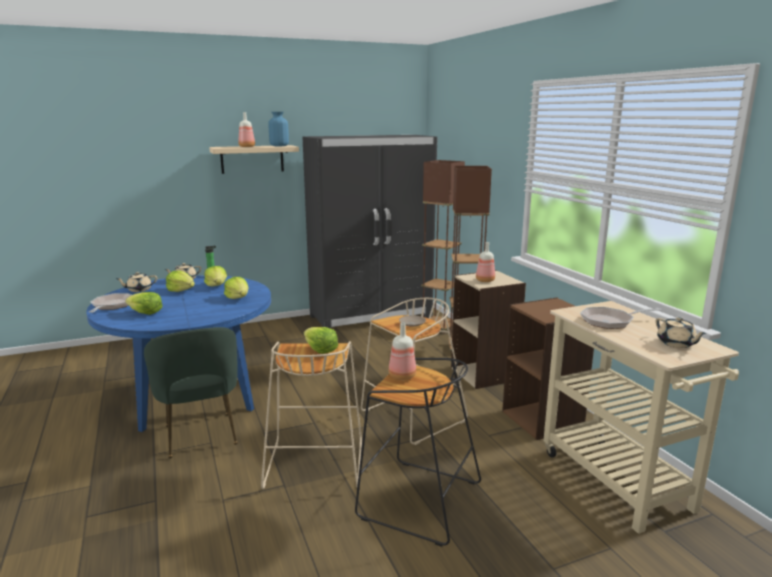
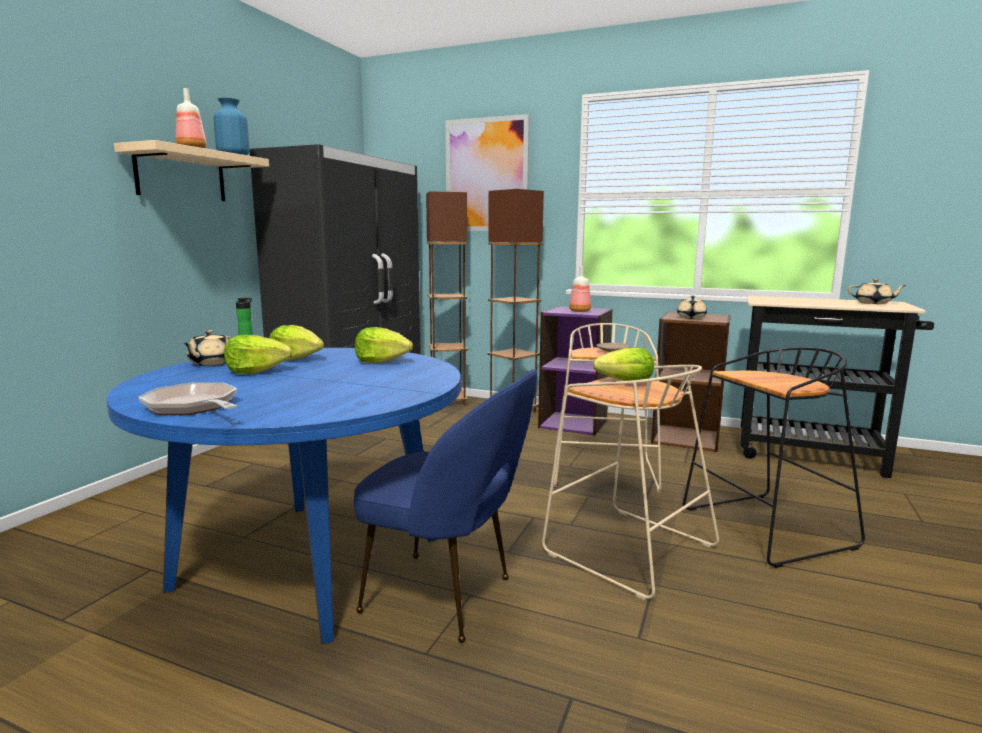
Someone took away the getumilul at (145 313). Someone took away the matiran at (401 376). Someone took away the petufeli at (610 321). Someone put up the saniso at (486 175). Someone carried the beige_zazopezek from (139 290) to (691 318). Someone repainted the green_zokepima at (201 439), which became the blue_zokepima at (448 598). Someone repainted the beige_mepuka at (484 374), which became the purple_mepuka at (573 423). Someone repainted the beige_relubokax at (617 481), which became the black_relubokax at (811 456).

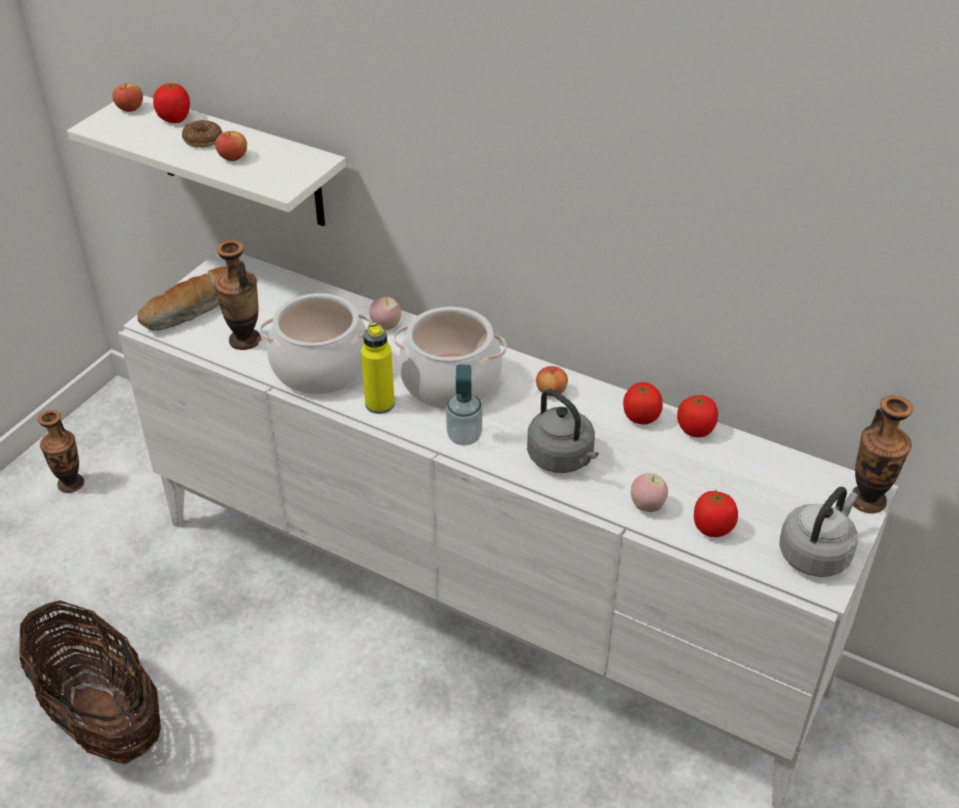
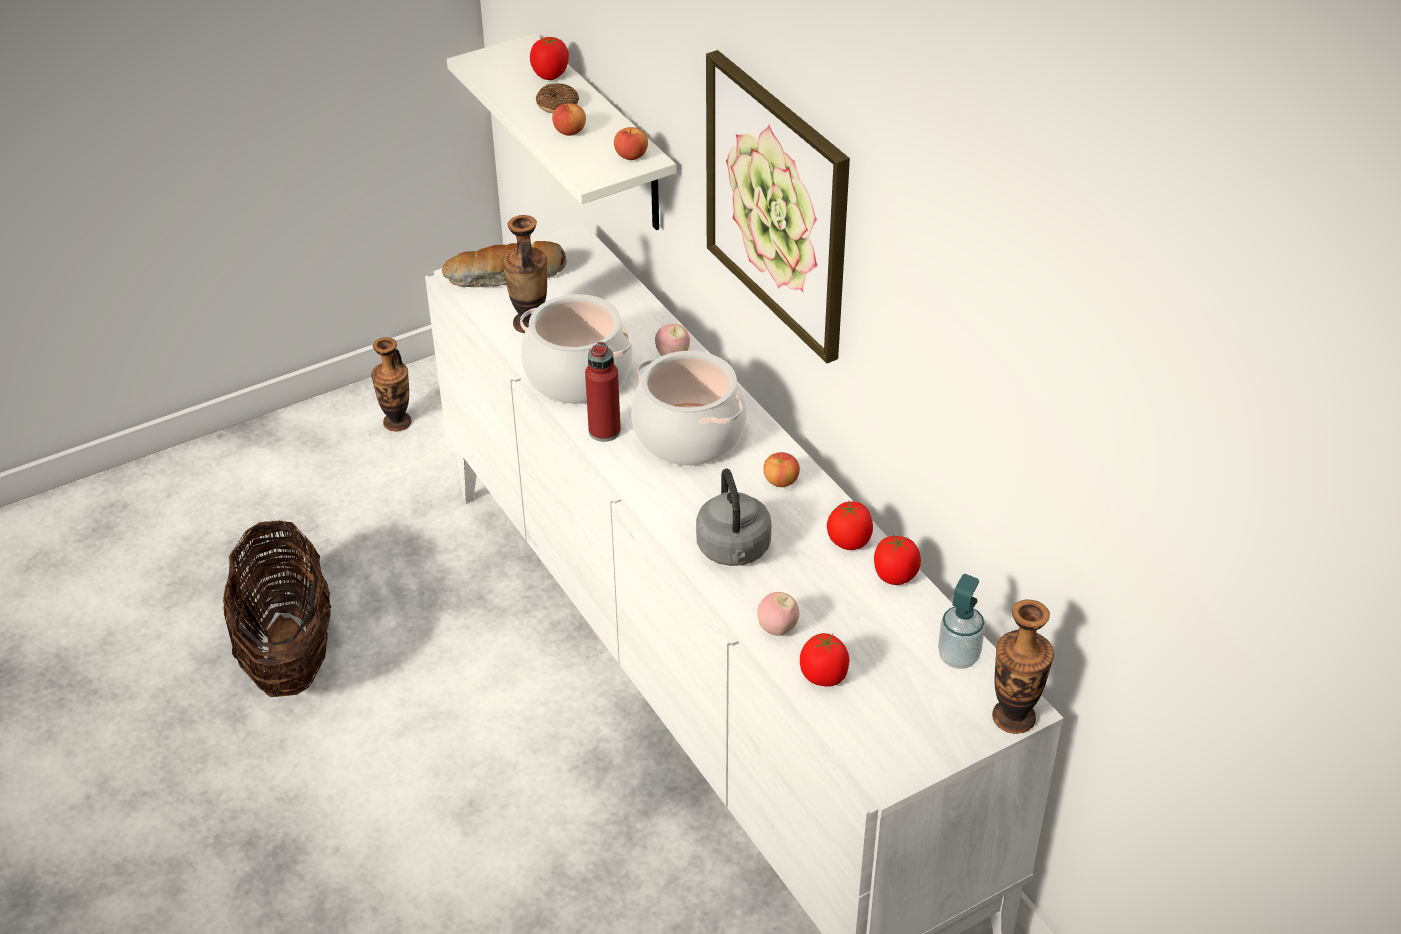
Someone took away the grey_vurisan at (816 553). Someone put up the saniso at (778 204). Someone carried the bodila from (130 108) to (631 156). Someone carried the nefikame from (464 436) to (958 657). Someone repainted the yellow_matiran at (380 404), which became the red_matiran at (604 431).

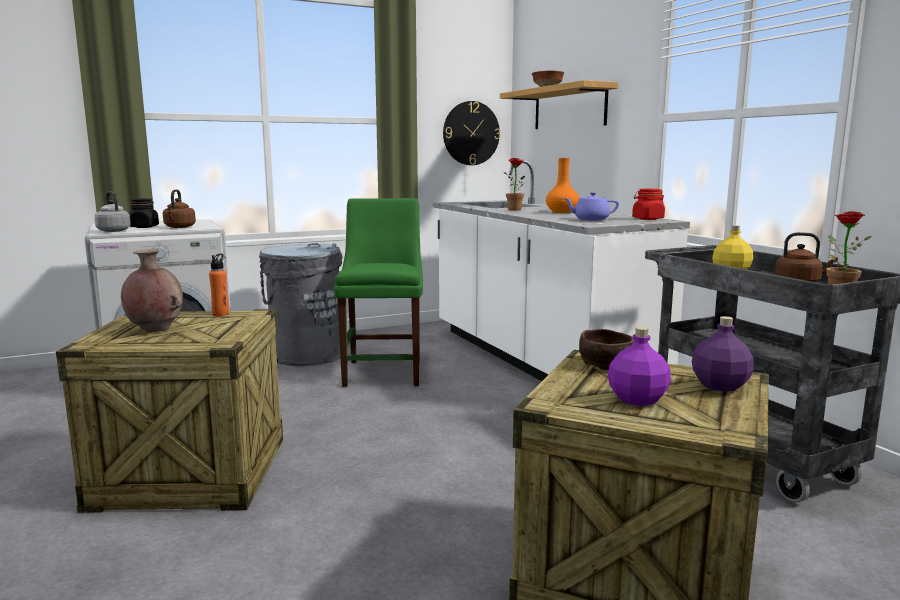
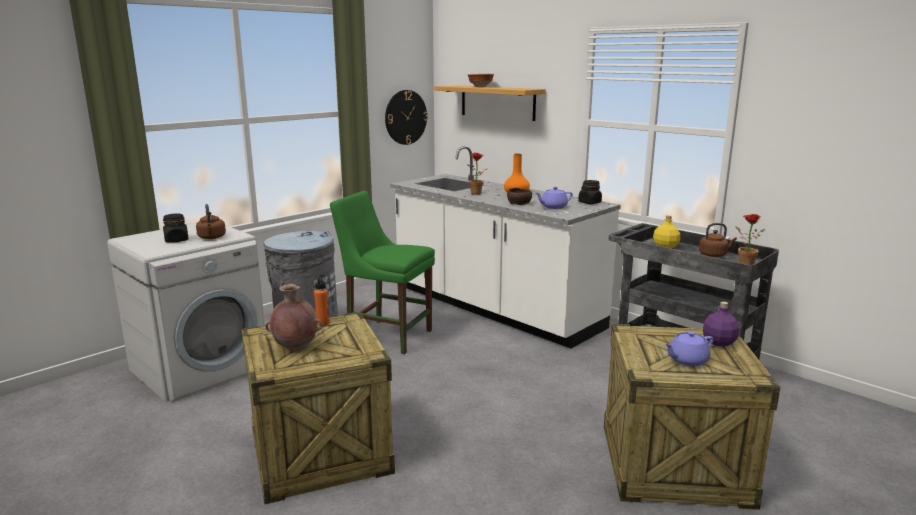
Someone took away the grey_vurisan at (113 230). Someone carried the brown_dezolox from (607 364) to (519 203). Someone swapped the purple_matiran at (638 400) for the purple_zazopezek at (687 360). Someone repainted the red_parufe at (647 219), which became the black_parufe at (589 202). Someone rotated the green_zokepima at (384 371) by 45 degrees counterclockwise.

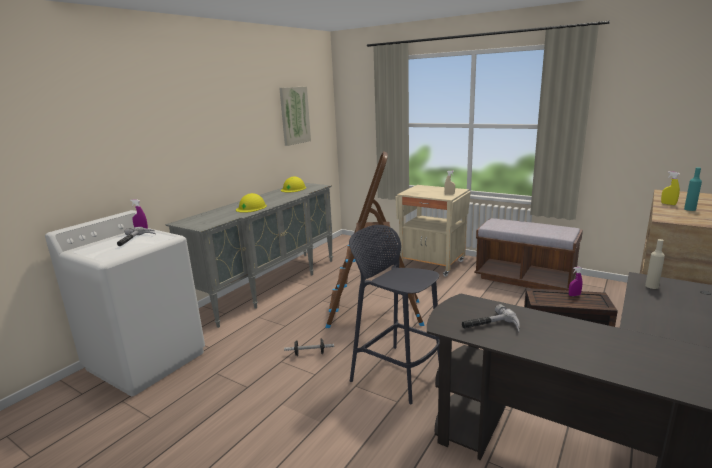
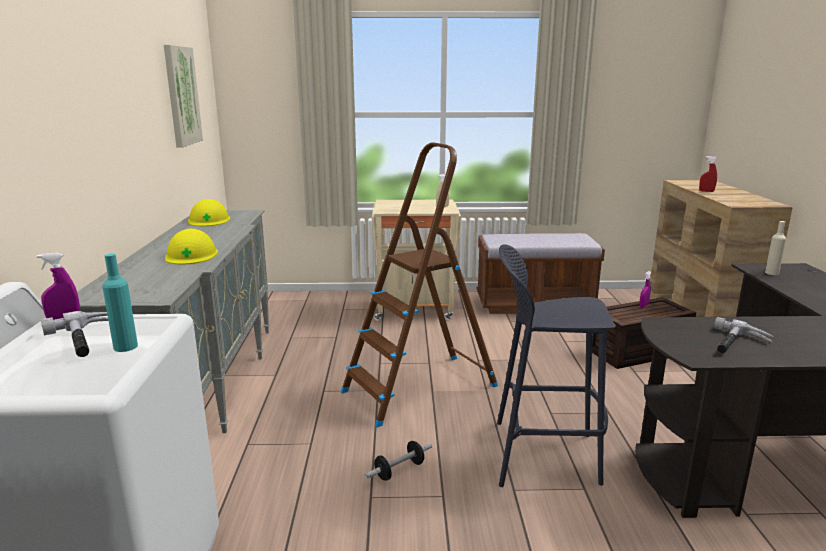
Someone carried the turquoise_matiran from (690 209) to (125 347). Someone repainted the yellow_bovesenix at (668 204), which became the red_bovesenix at (706 191).

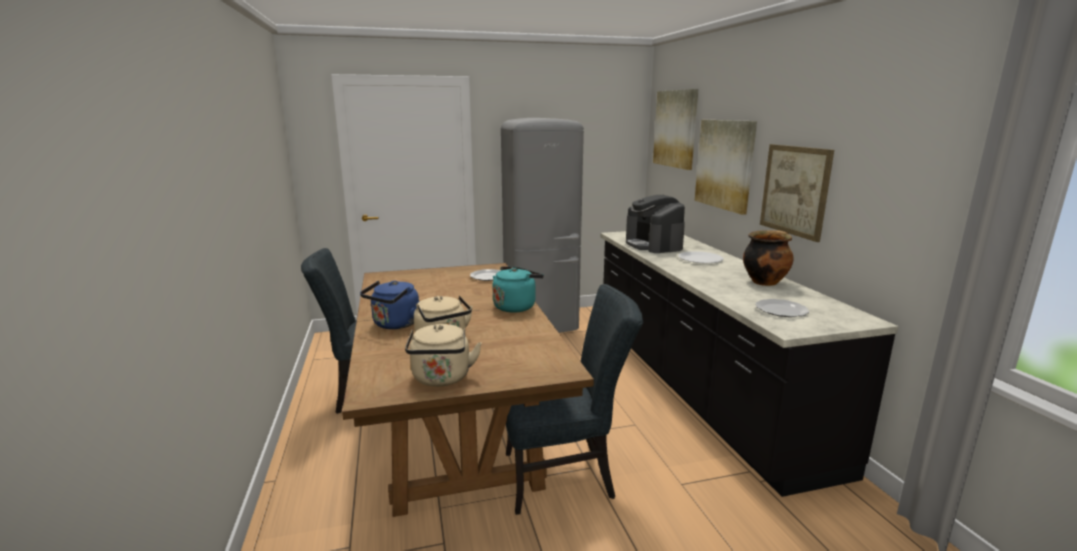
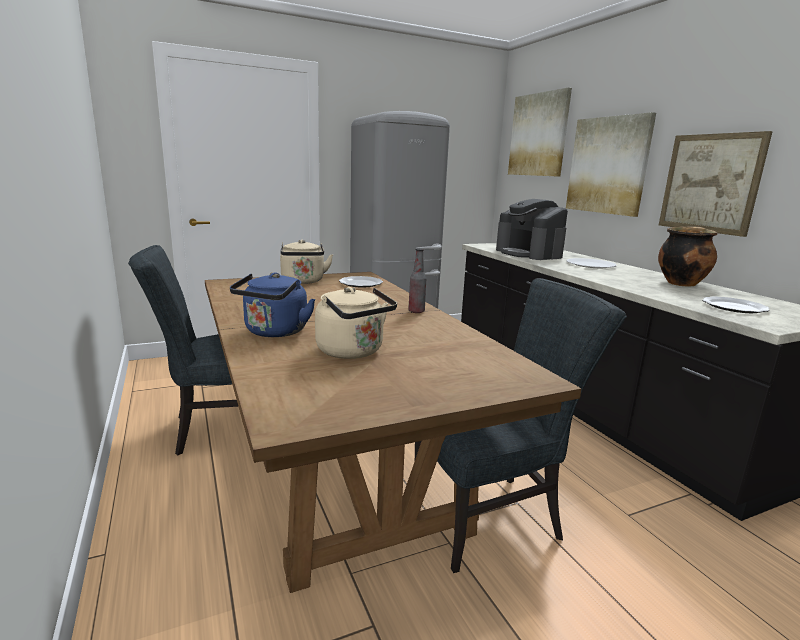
Someone carried the beige_vurisan from (441 379) to (303 281). Someone swapped the turquoise_vurisan at (516 306) for the matiran at (416 311).

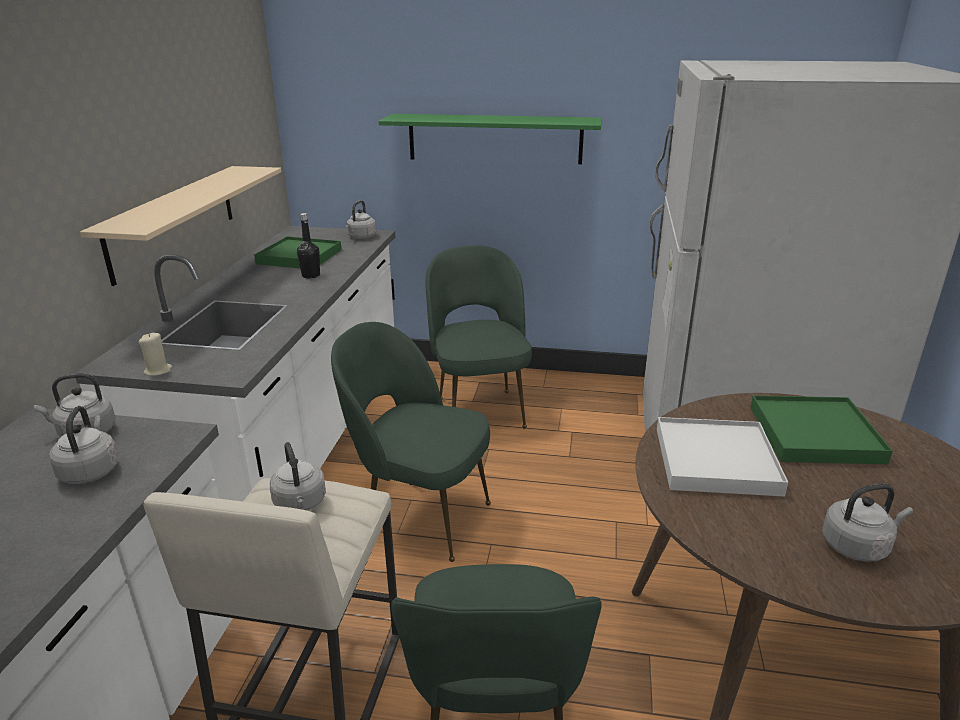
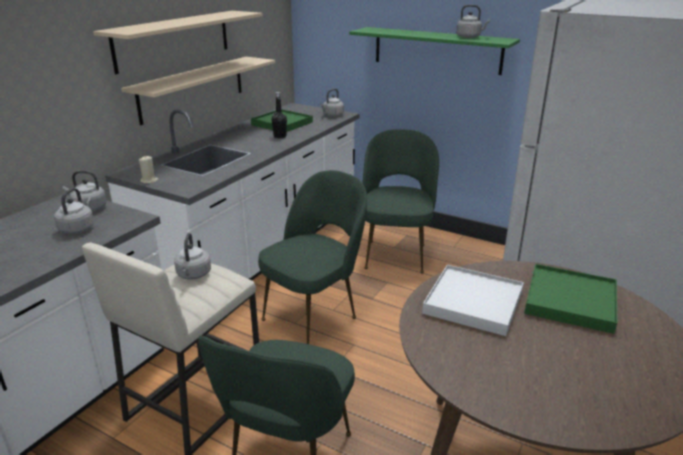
Someone put up the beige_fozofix at (173 40). Someone carried the grey_vurisan from (857 546) to (469 37). Someone rotated the green_zokepima at (420 516) by 90 degrees clockwise.

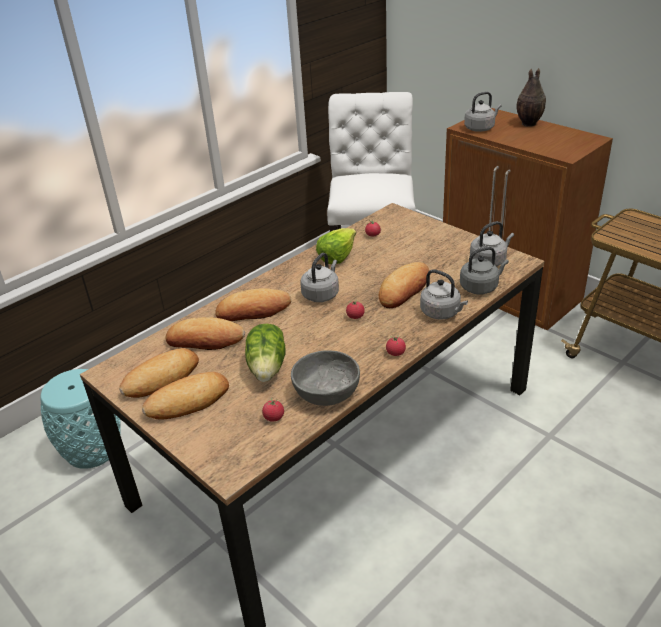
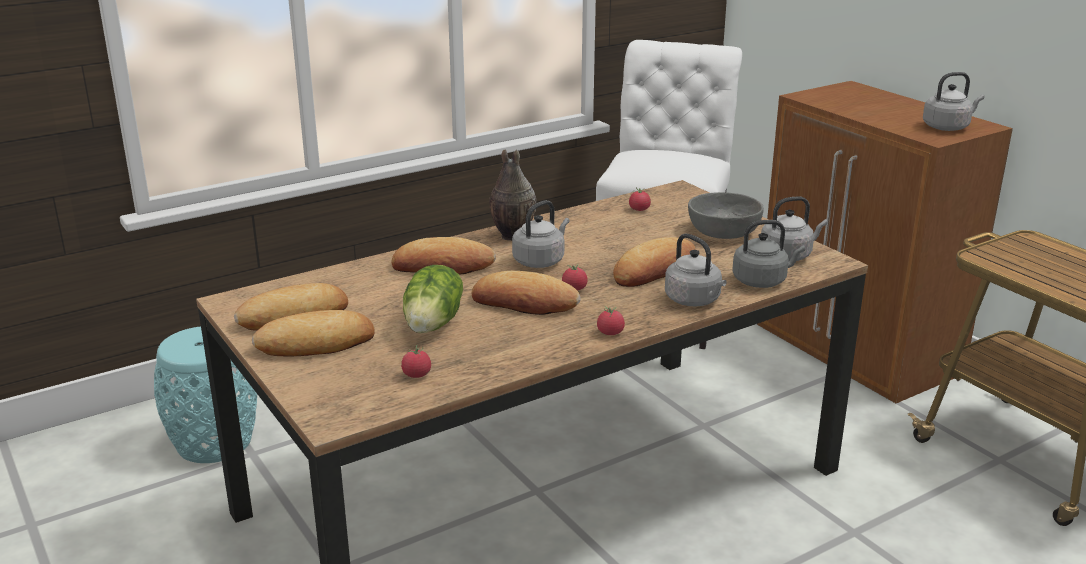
Someone took away the getumilul at (337 256). Someone carried the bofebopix from (205 340) to (524 302). Someone carried the grey_dezolox from (326 391) to (723 232). Someone carried the grey_vurisan from (480 128) to (947 127). Someone carried the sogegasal from (528 124) to (511 236).

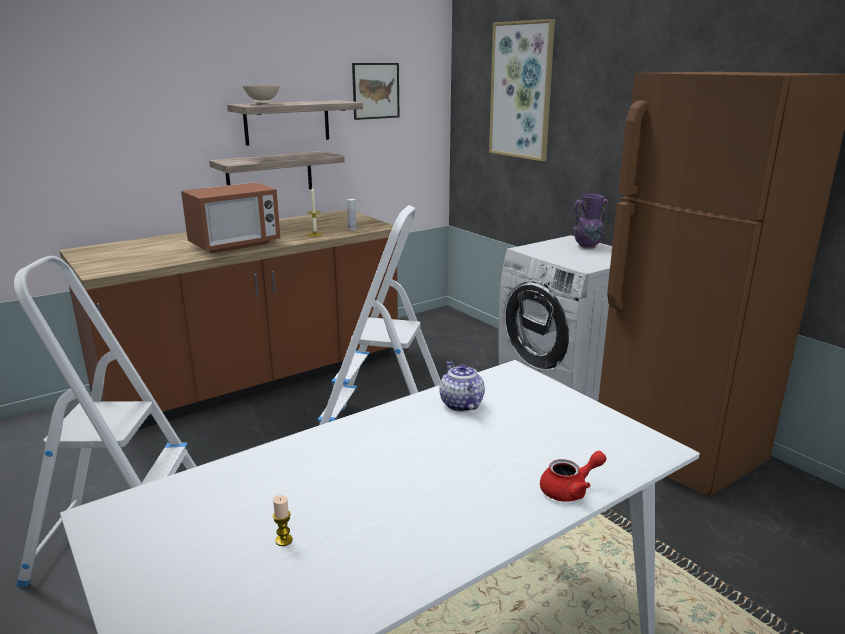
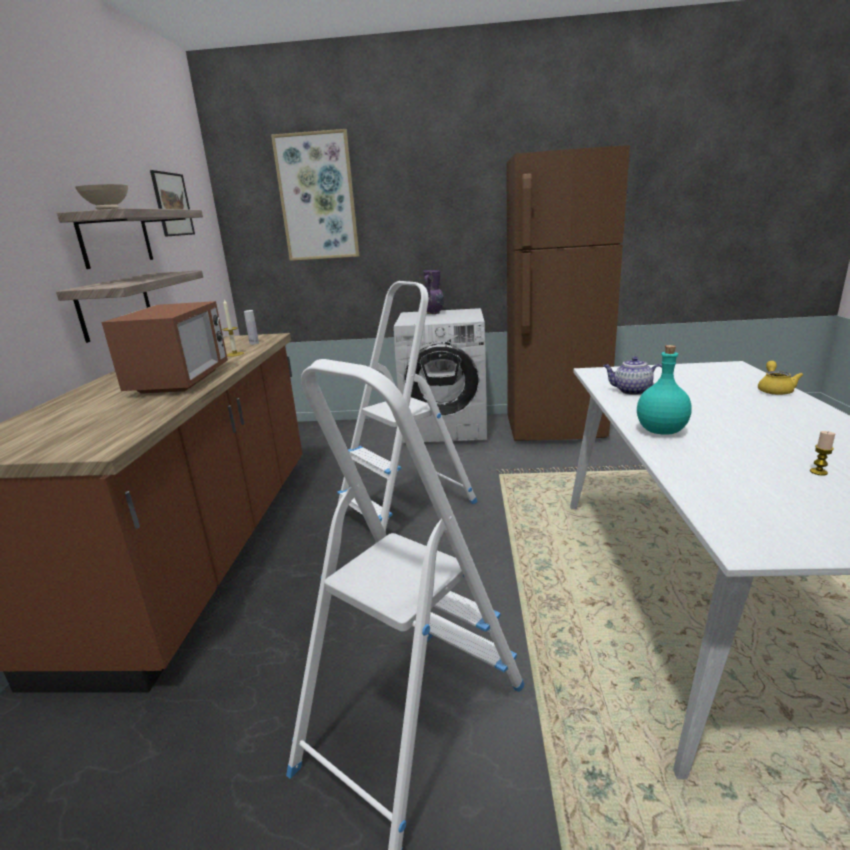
Someone put down the turquoise_matiran at (661 430). Someone repainted the red_zazopezek at (570 490), which became the yellow_zazopezek at (774 390).

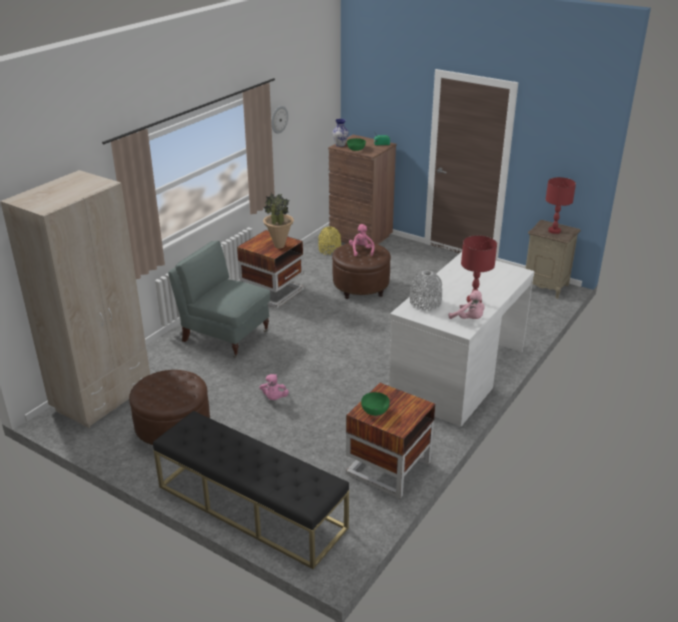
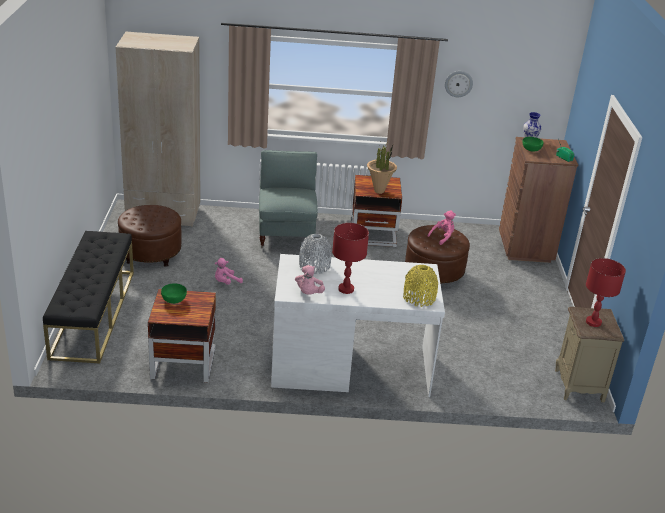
Someone carried the yellow_sogegasal from (329 250) to (419 298).

